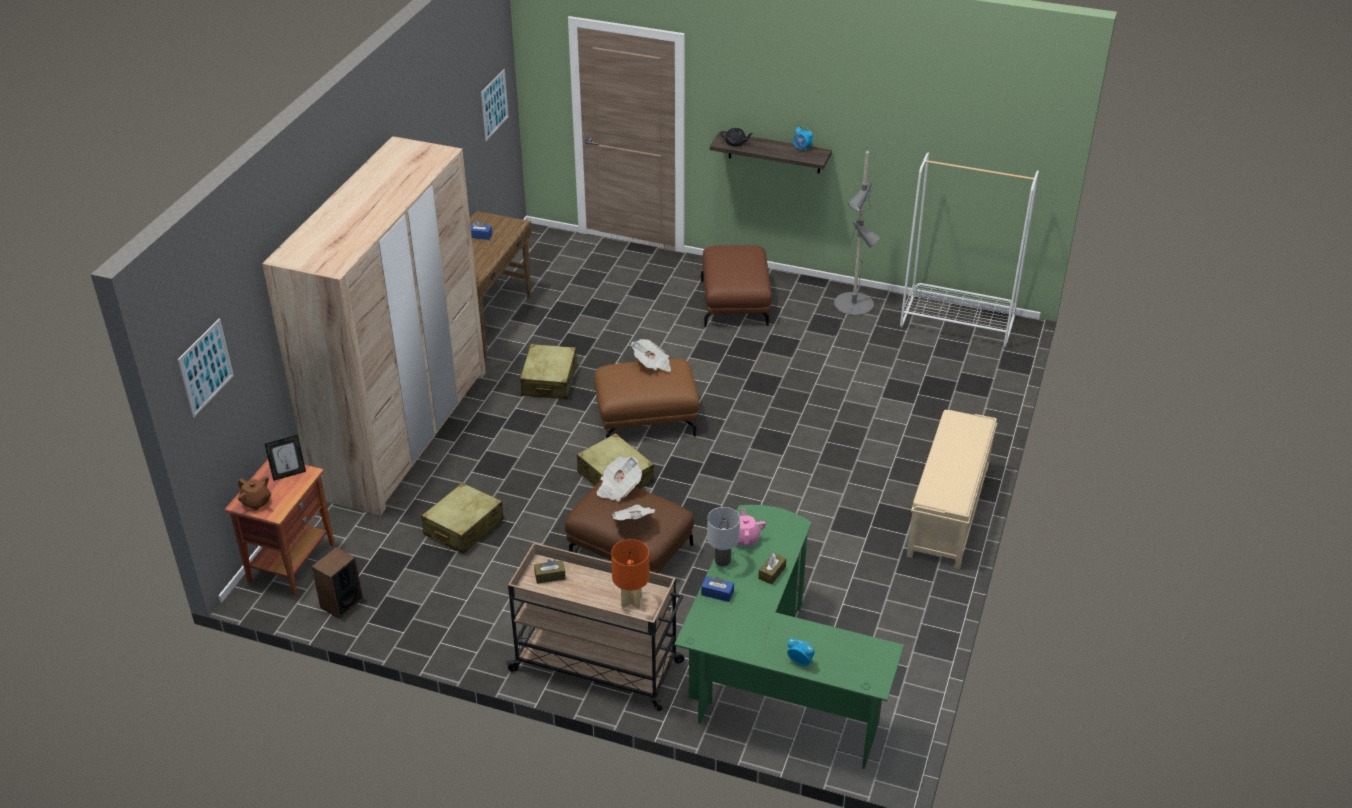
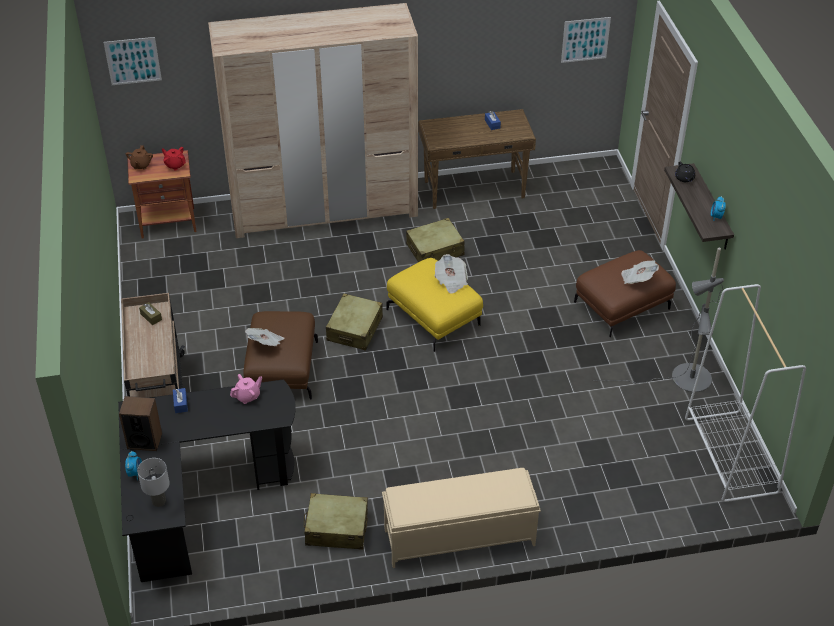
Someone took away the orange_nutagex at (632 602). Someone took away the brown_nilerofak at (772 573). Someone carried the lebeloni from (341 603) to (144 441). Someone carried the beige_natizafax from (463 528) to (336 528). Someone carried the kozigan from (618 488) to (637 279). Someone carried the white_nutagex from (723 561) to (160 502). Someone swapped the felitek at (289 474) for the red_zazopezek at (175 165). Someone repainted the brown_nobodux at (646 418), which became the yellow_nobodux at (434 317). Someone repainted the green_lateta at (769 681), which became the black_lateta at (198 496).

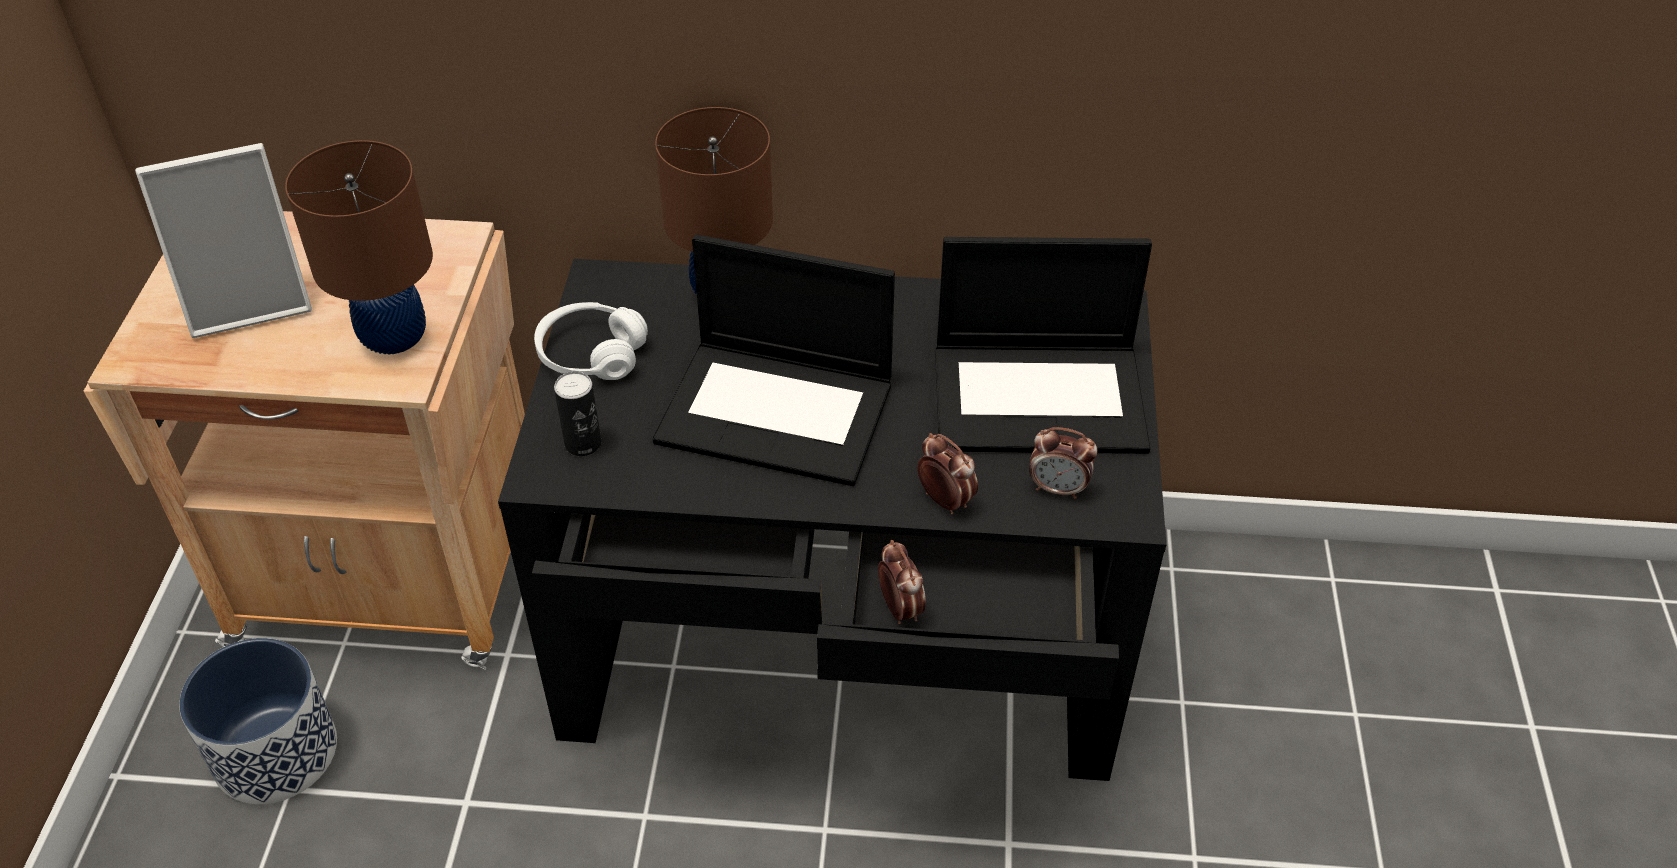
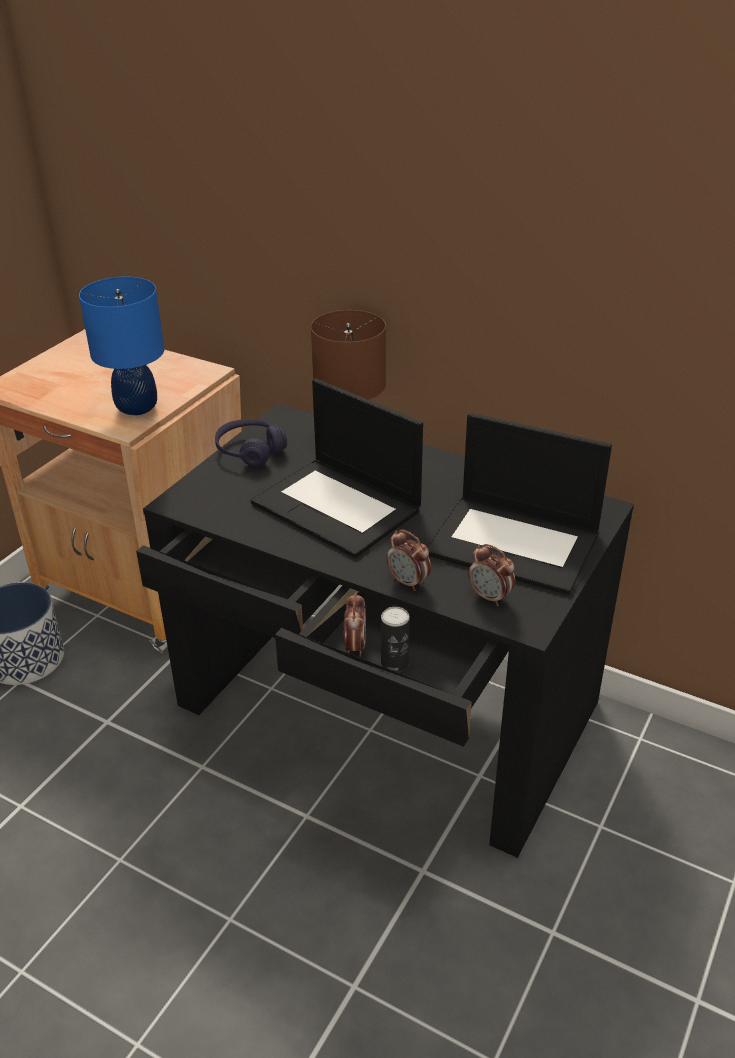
Someone took away the felitek at (250 299). Someone carried the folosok from (583 443) to (394 663). Someone repainted the brown_nutagex at (391 338), which became the blue_nutagex at (136 408). Someone repainted the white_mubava at (591 355), which became the purple_mubava at (250 451). Someone rotated the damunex at (945 500) by 150 degrees clockwise.

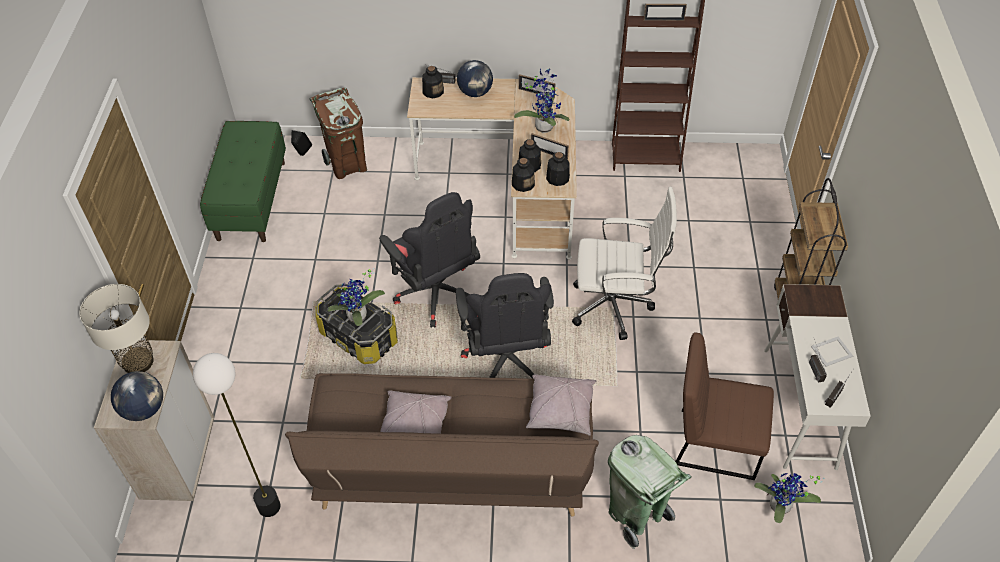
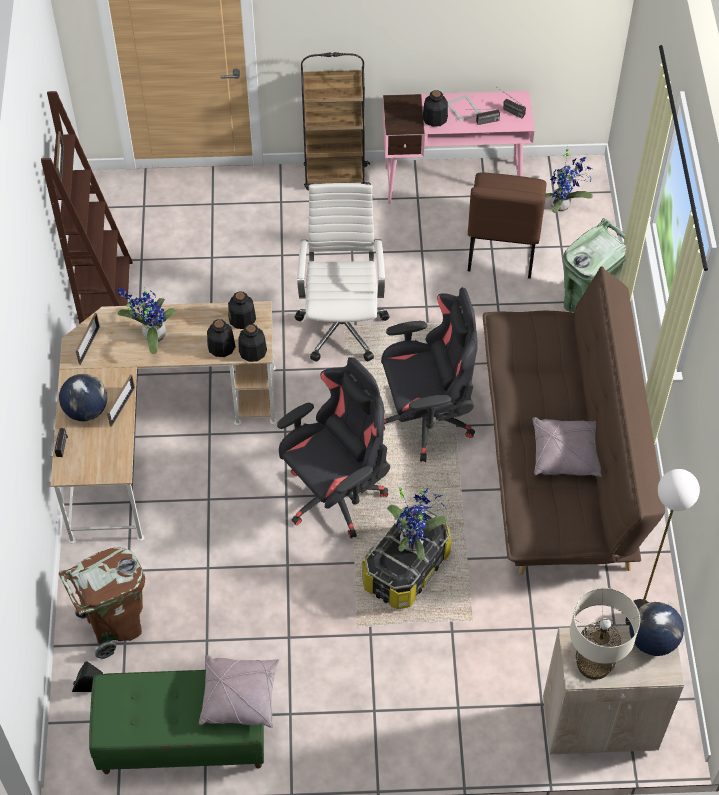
Someone carried the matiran from (433 91) to (434 118). Someone carried the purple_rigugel from (561 411) to (240 697). Someone carried the felitek from (549 153) to (122 407). Someone repainted the white_lateta at (799 408), which became the pink_lateta at (453 183).

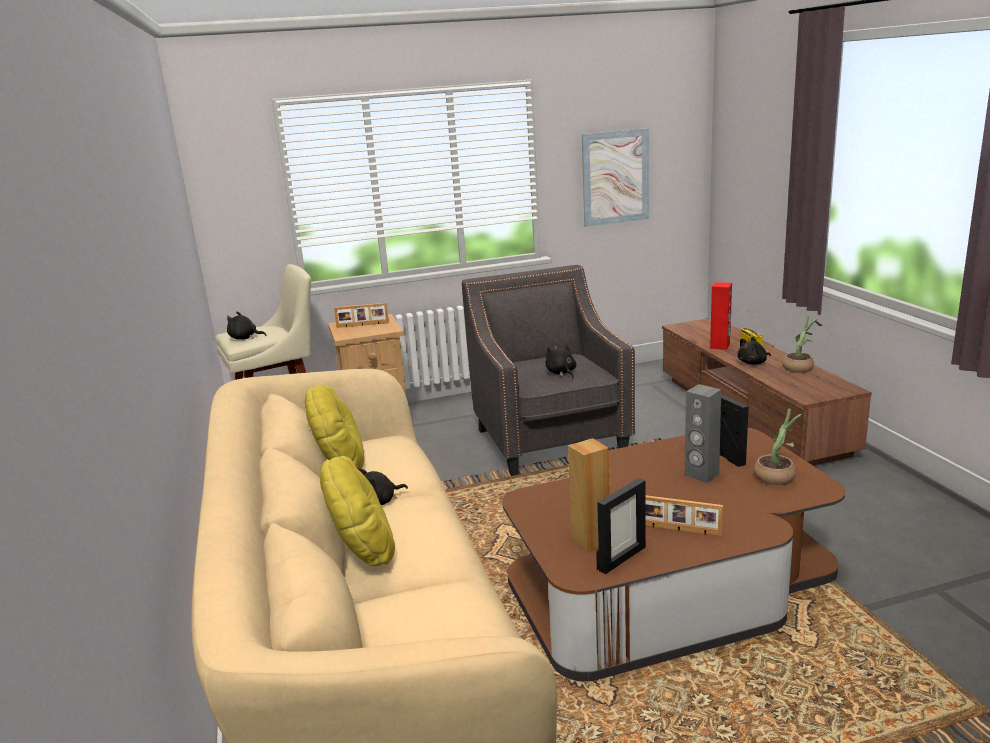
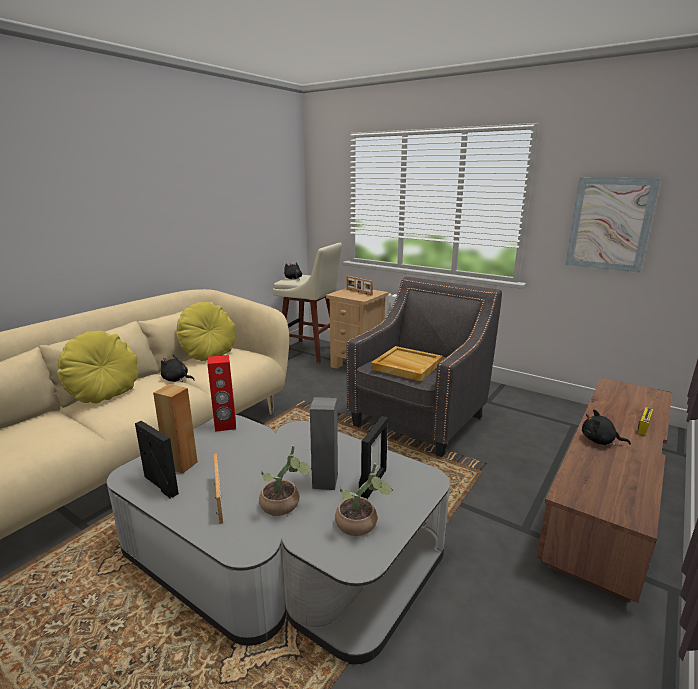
Someone carried the red_lebeloni from (720 346) to (225 426). Someone carried the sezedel from (800 367) to (284 505). Someone swapped the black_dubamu at (561 373) for the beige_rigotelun at (406 366). Someone repainted the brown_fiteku at (669 575), which became the grey_fiteku at (281 544). Someone rotated the felitek at (621 558) by 150 degrees counterclockwise.

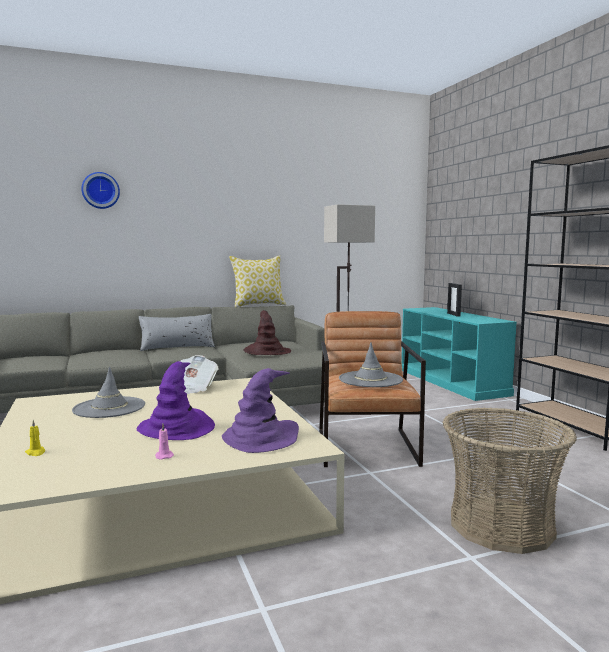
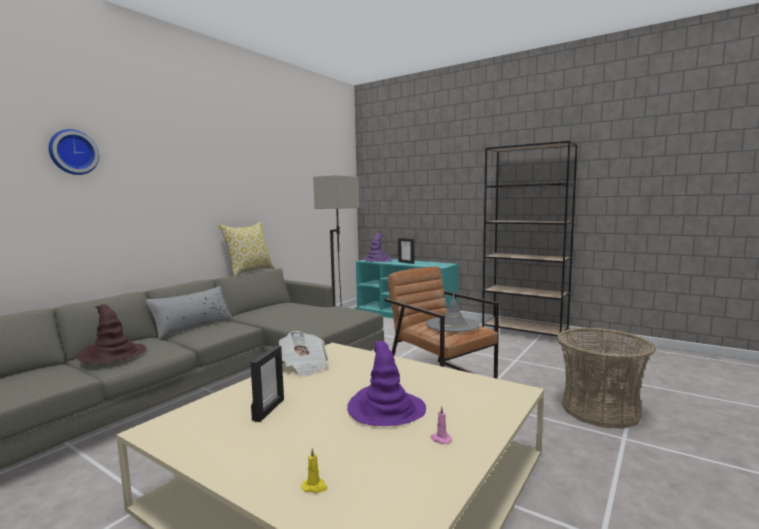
Someone carried the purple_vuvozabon from (261 438) to (378 260). Someone carried the brown_vuvozabon from (266 352) to (112 354). Someone swapped the grey_vuvozabon at (109 408) for the felitek at (268 409).

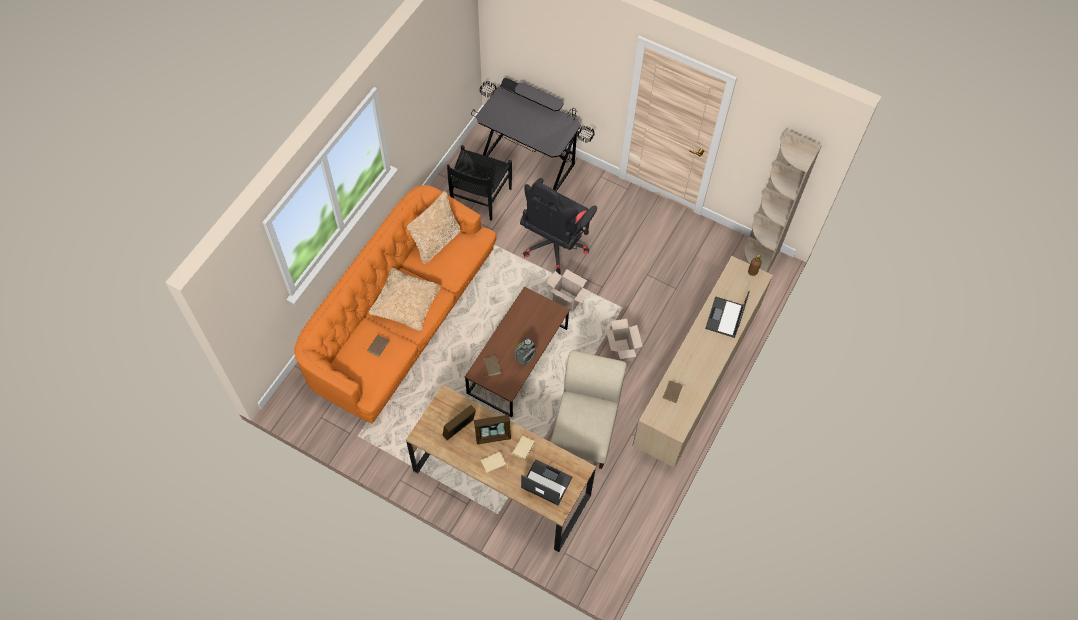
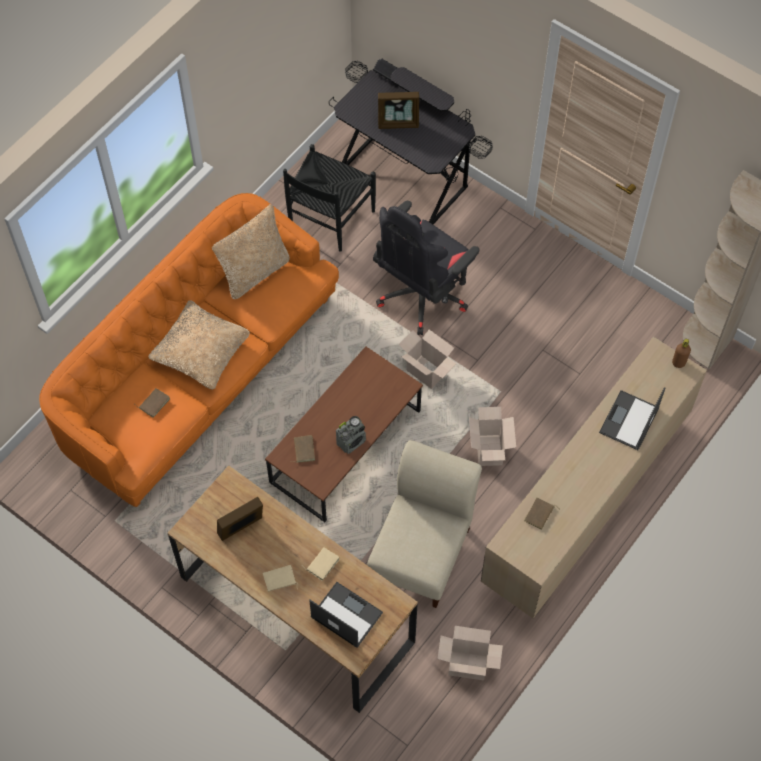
Someone put down the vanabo at (469 664). Someone carried the felitek from (493 436) to (398 123).

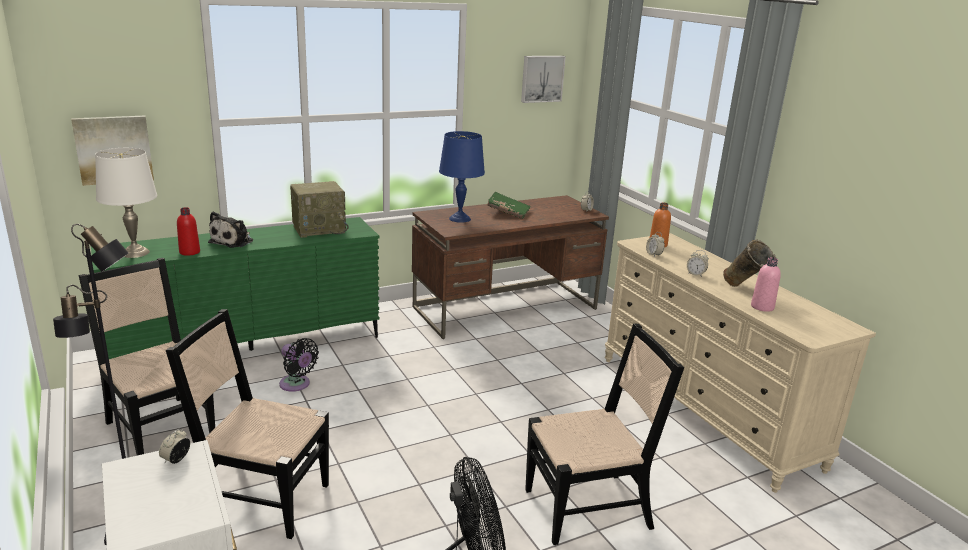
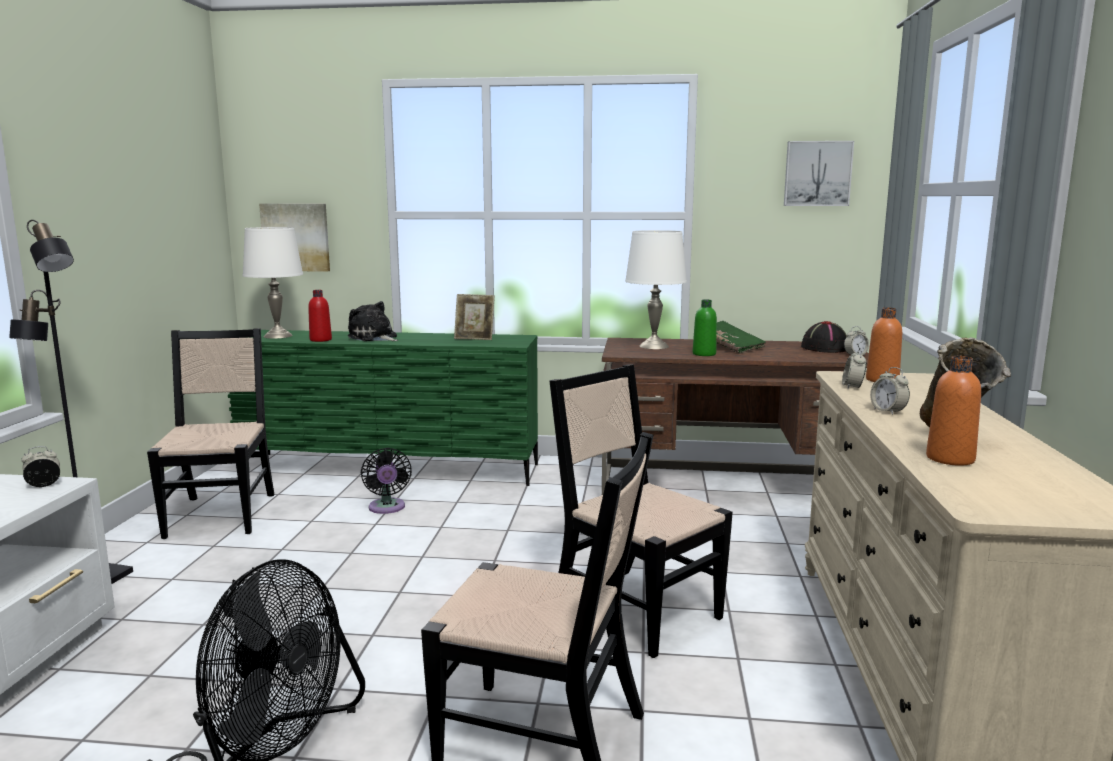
Someone put down the green_matiran at (704 354). Someone put down the black_vuvozabon at (824 348). Someone carried the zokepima from (262 500) to (636 611). Someone swapped the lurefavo at (319 229) for the felitek at (474 338). Someone repainted the blue_nutagex at (460 218), which became the white_nutagex at (654 346). Someone repainted the pink_matiran at (762 307), which became the orange_matiran at (950 459). Someone rotated the dubamu at (233 241) by 75 degrees clockwise.

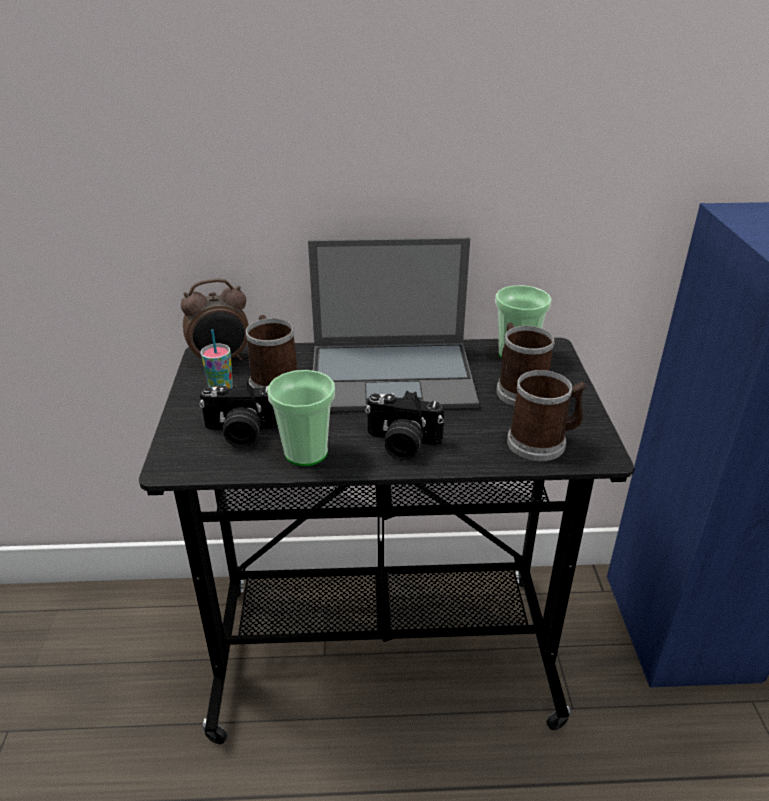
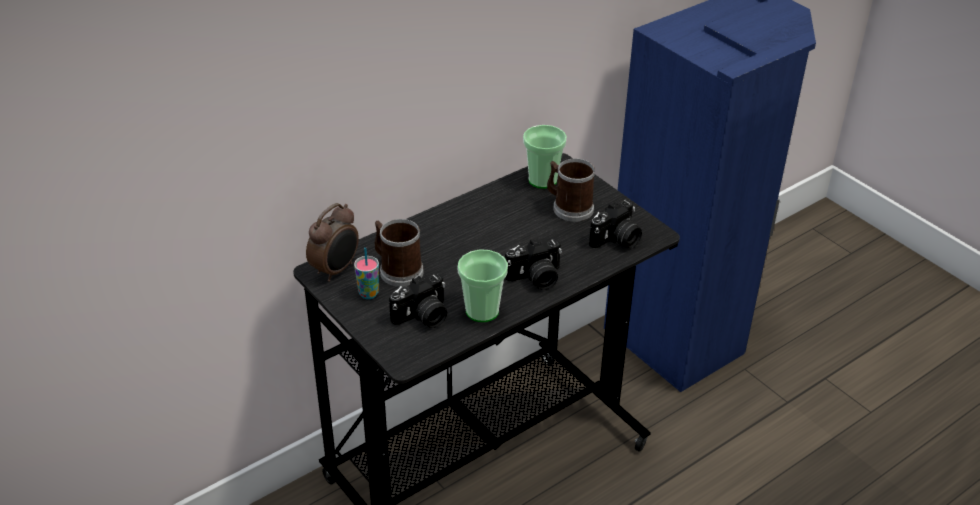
Someone took away the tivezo at (394 376). Someone swapped the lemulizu at (543 442) for the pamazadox at (617 240).

